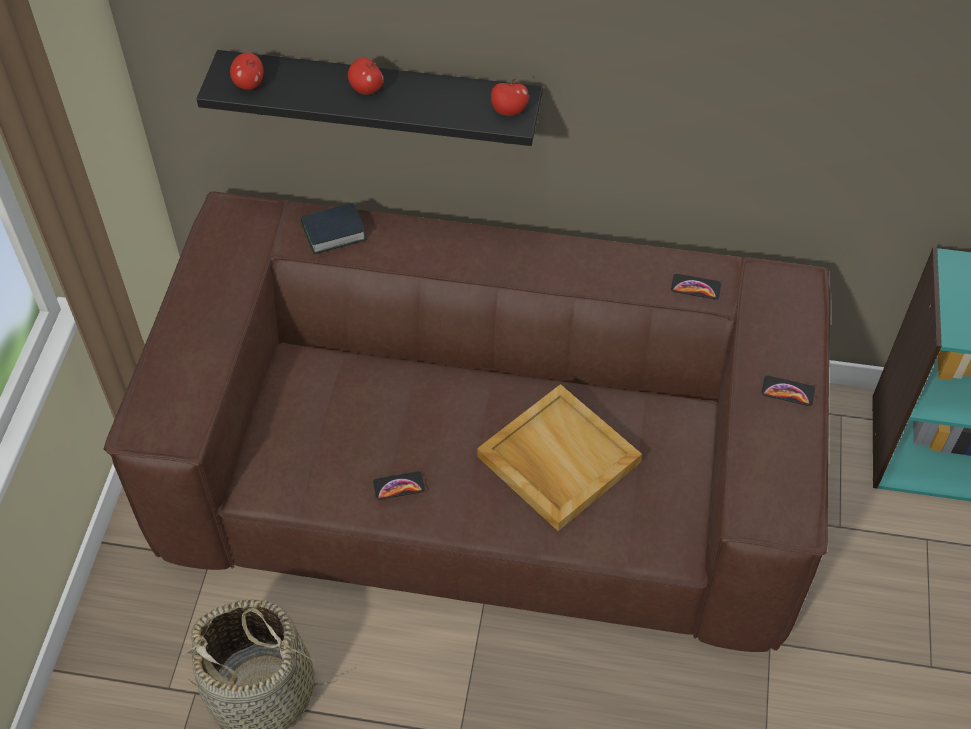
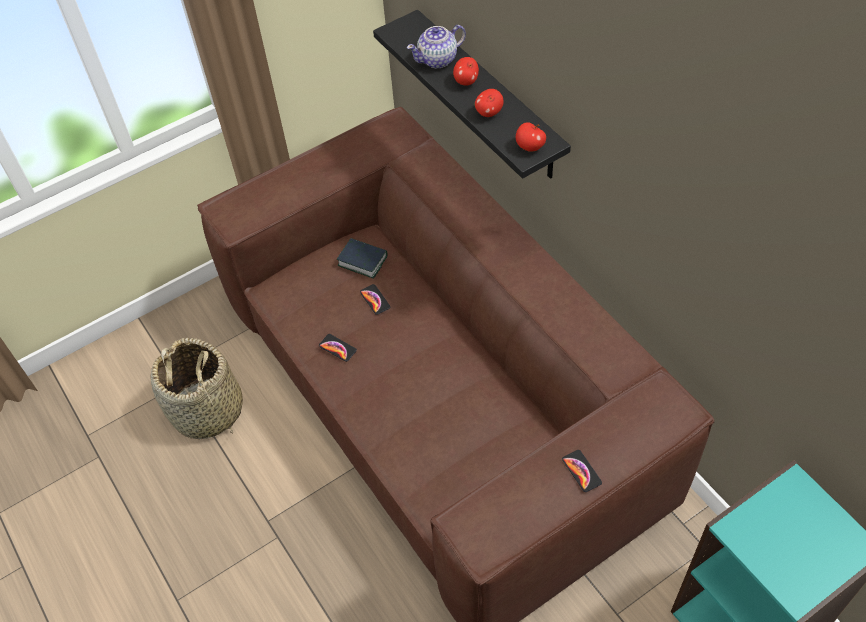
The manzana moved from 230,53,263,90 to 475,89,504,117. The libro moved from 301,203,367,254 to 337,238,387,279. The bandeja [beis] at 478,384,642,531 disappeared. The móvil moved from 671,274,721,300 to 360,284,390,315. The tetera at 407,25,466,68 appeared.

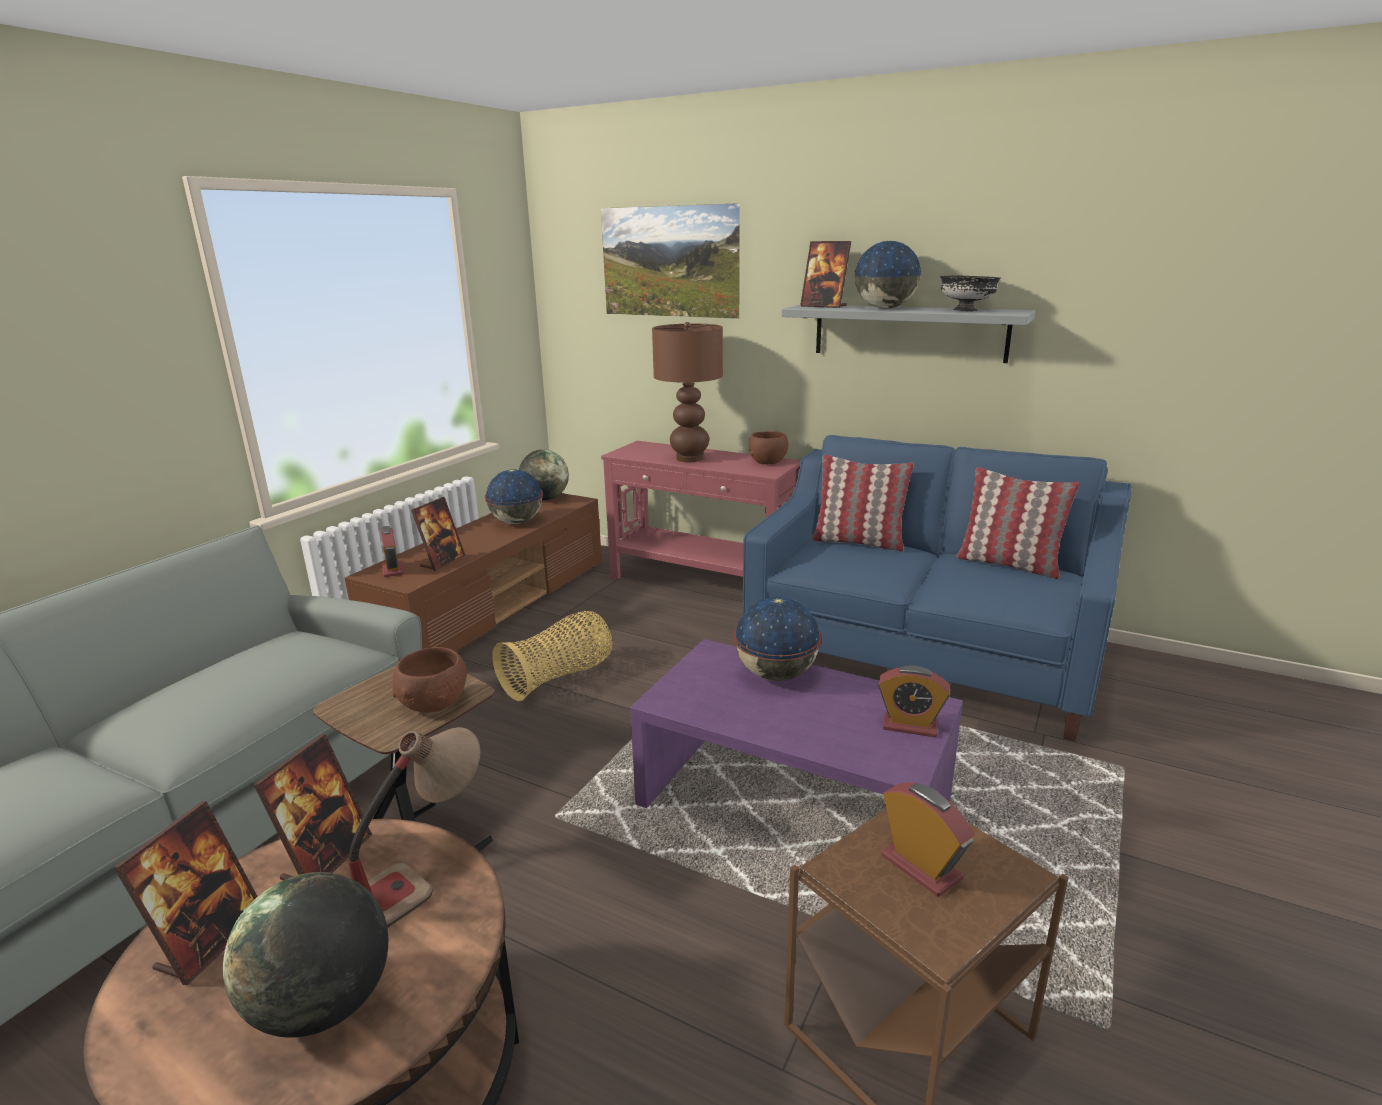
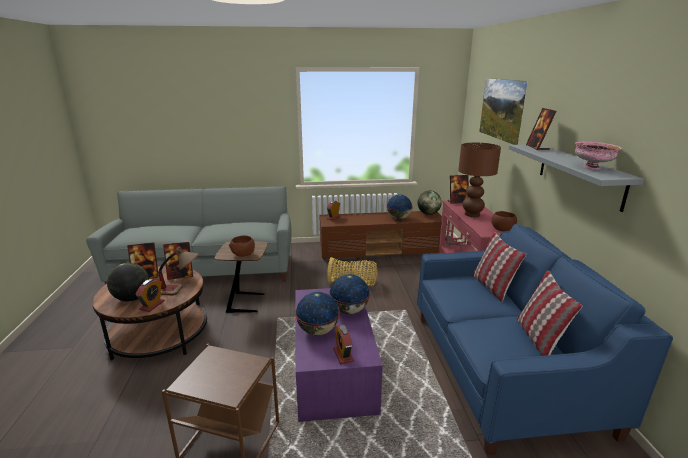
The portarretratos moved from 411,497,465,571 to 448,175,469,204. The globo terráqueo moved from 854,241,922,309 to 295,292,340,335. The despertador moved from 881,783,975,897 to 136,279,165,312. The cuenco [negro] at 940,276,1001,311 became the cuenco [rosa] at 575,142,622,170.

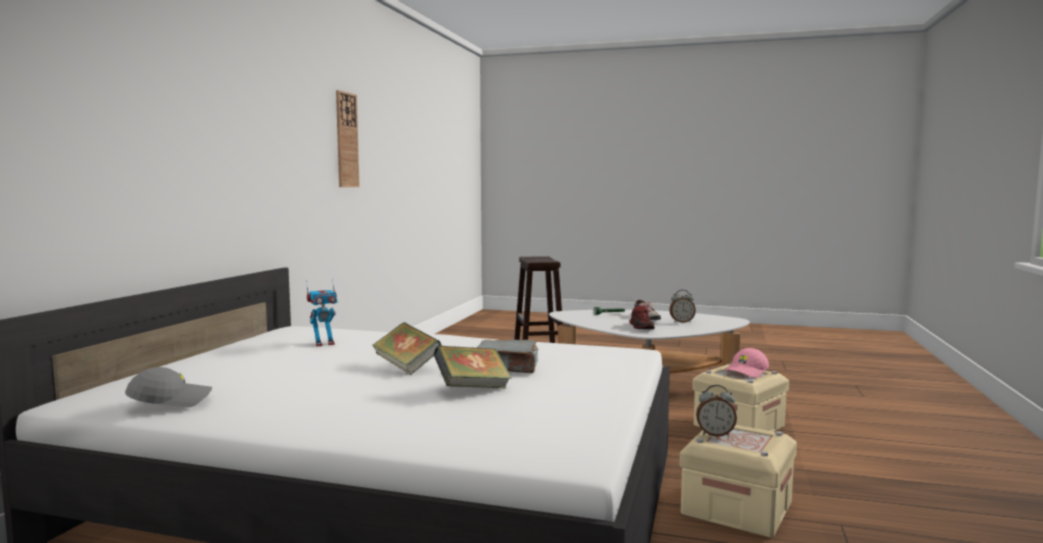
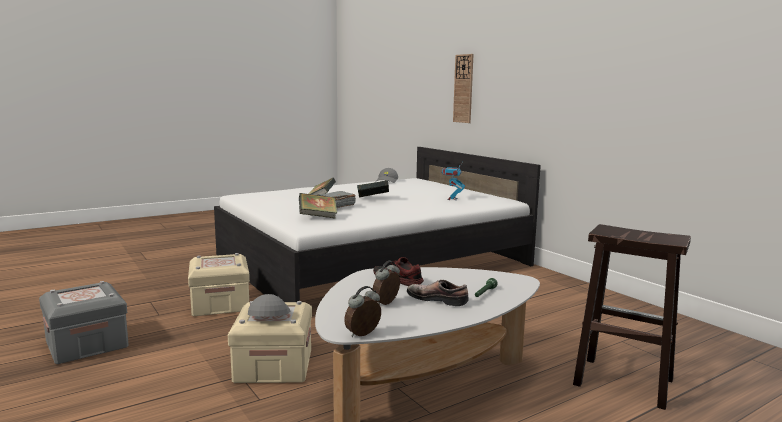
The reloj de pared moved from 336,90,360,187 to 453,54,473,123. The despertador moved from 696,385,737,437 to 344,286,381,337. The gorra [rosa] at 723,348,769,378 became the gorra [gris] at 248,294,290,317. The caja de almacenaje [gris] at 39,281,129,364 appeared. The libro at 299,193,337,219 appeared.

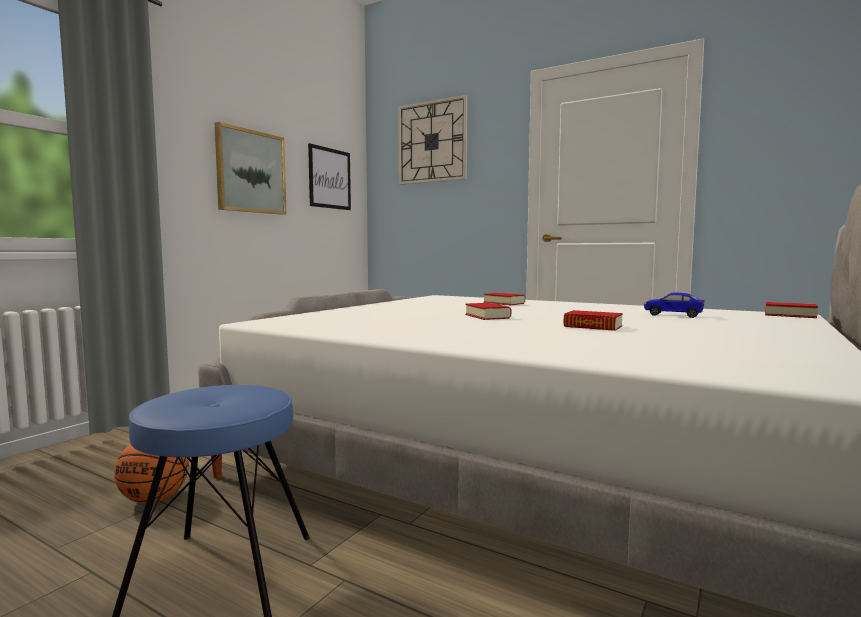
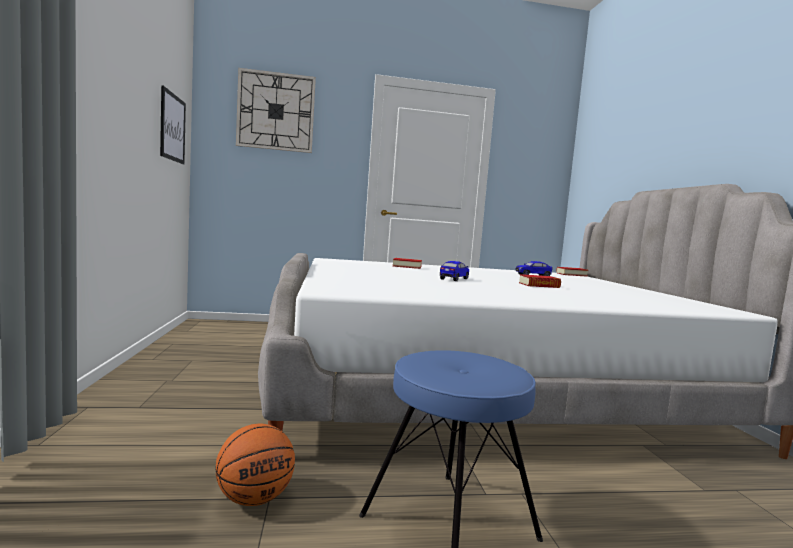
The cuadro at 215,122,287,215 disappeared. The libro at 465,303,511,320 was replaced by the coche de juguete at 440,261,469,281.

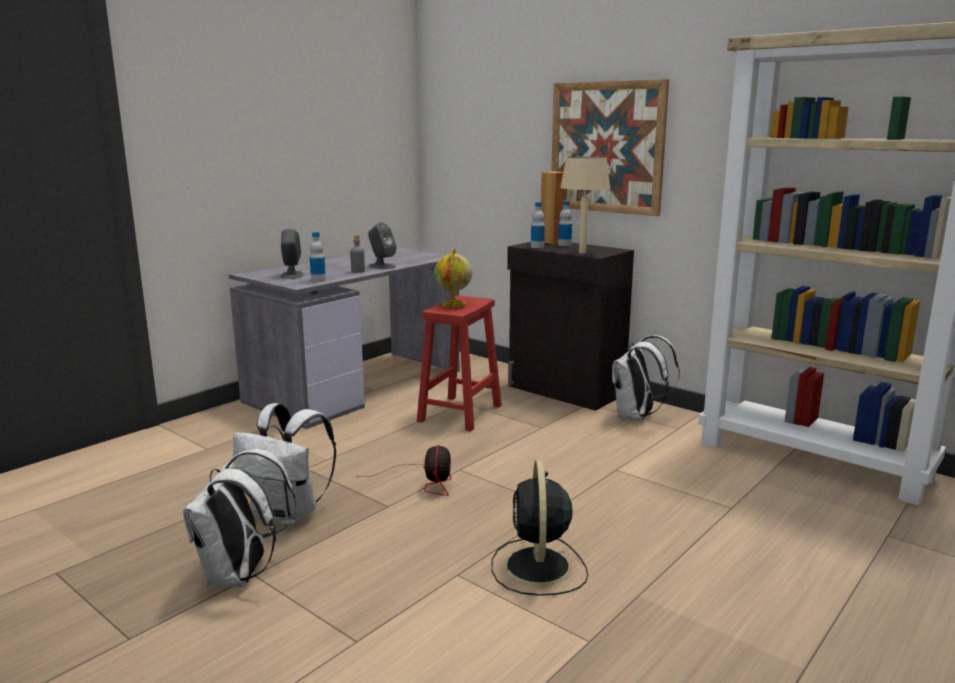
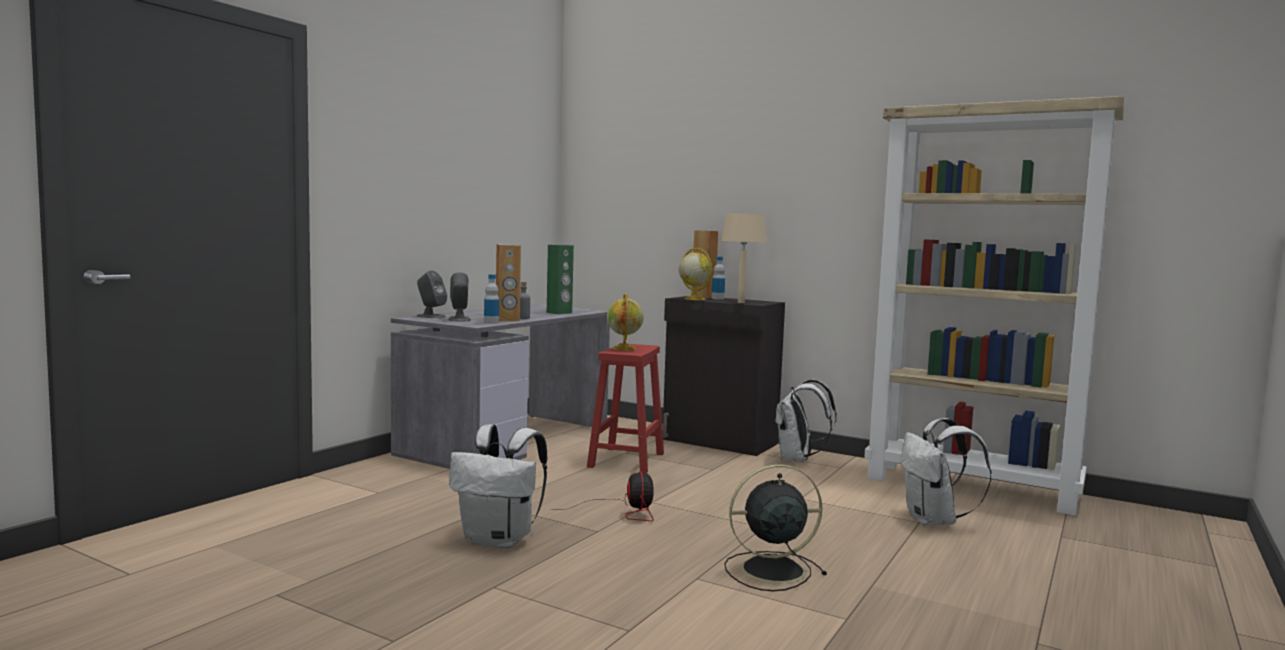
The mochila [blanco] moved from 183,449,296,587 to 900,418,992,526. The altavoz [gris] moved from 368,222,396,269 to 417,270,447,318. The ventilador [negro] at 492,460,588,596 turned 90 degrees clockwise. The botella at 531,202,545,248 was replaced by the globo terráqueo at 679,248,712,300. The cuadro at 551,79,669,216 disappeared. The altavoz [marrón] at 496,244,521,322 appeared. The altavoz [verde] at 547,245,574,314 appeared.

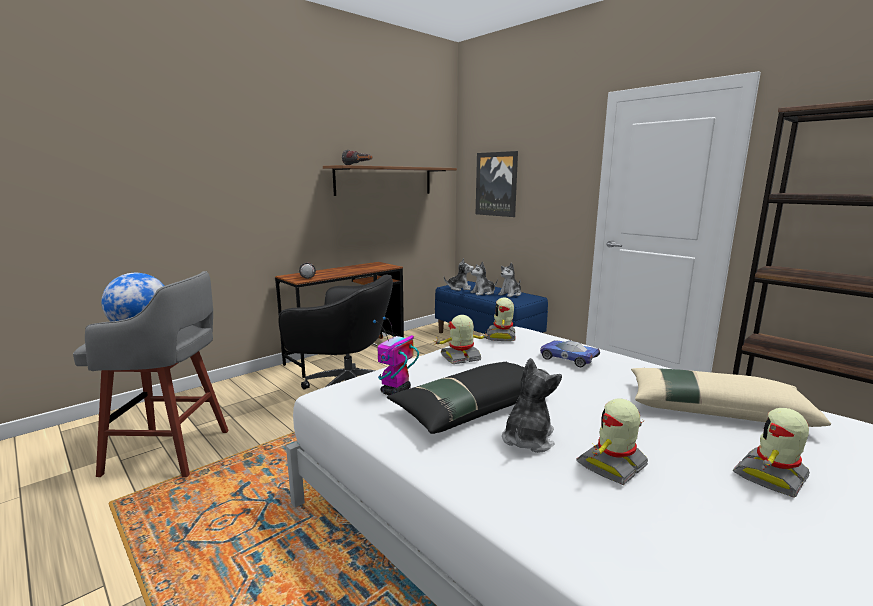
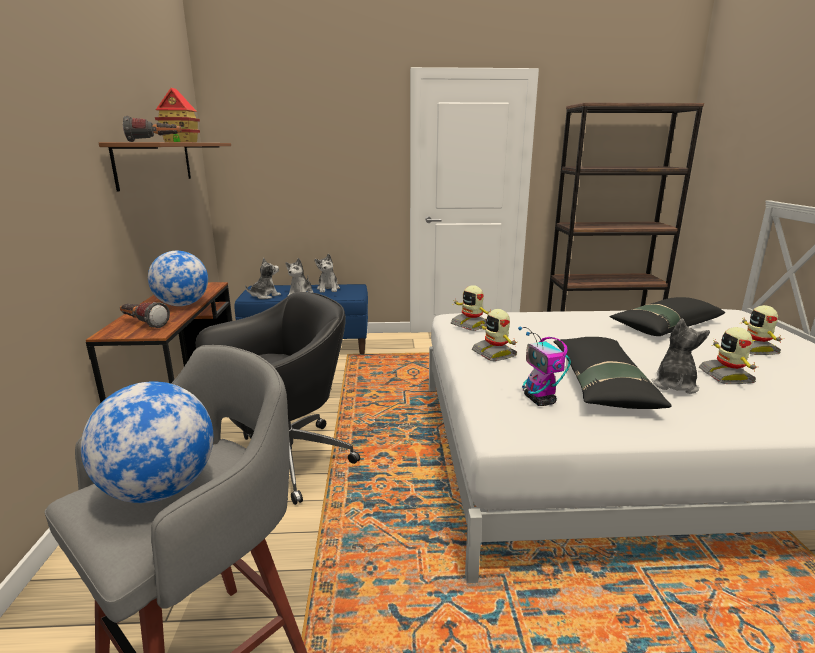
The robot de juguete at 434,315,489,364 turned 45 degrees counterclockwise. The cuadro at 476,151,518,217 disappeared. The peluche at 502,358,562,453 turned 45 degrees clockwise. The coche de juguete at 540,340,600,367 disappeared. The cojín [beis] at 631,368,831,427 became the cojín [negro] at 610,297,725,336. The globo terráqueo at 148,251,208,306 appeared. The casita at 155,88,200,142 appeared.

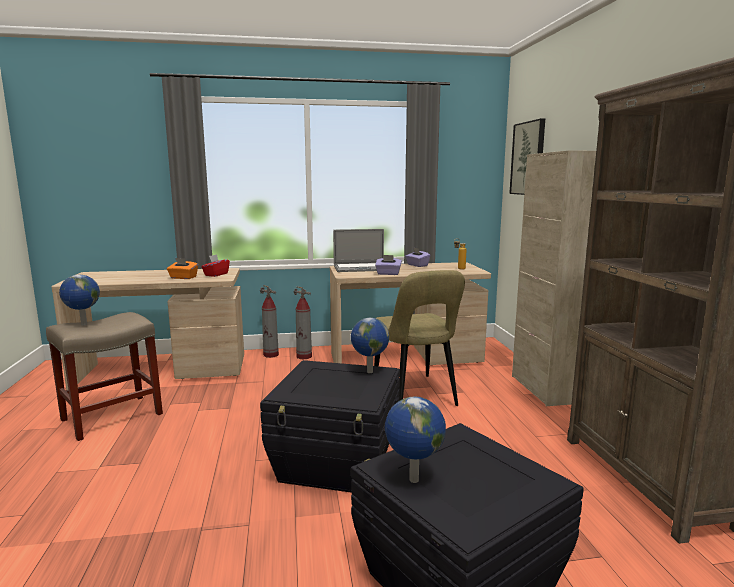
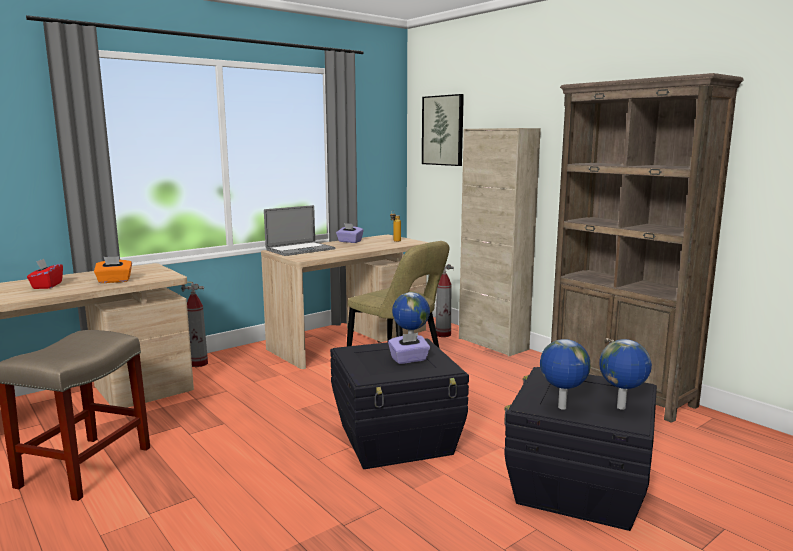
The globo terráqueo moved from 59,275,100,326 to 599,339,652,410. The caja de pañuelos [rojo] moved from 201,254,230,277 to 27,258,63,289. The extintor moved from 294,286,312,359 to 436,264,454,337. The caja de pañuelos [morado] moved from 375,255,402,275 to 388,333,430,364.

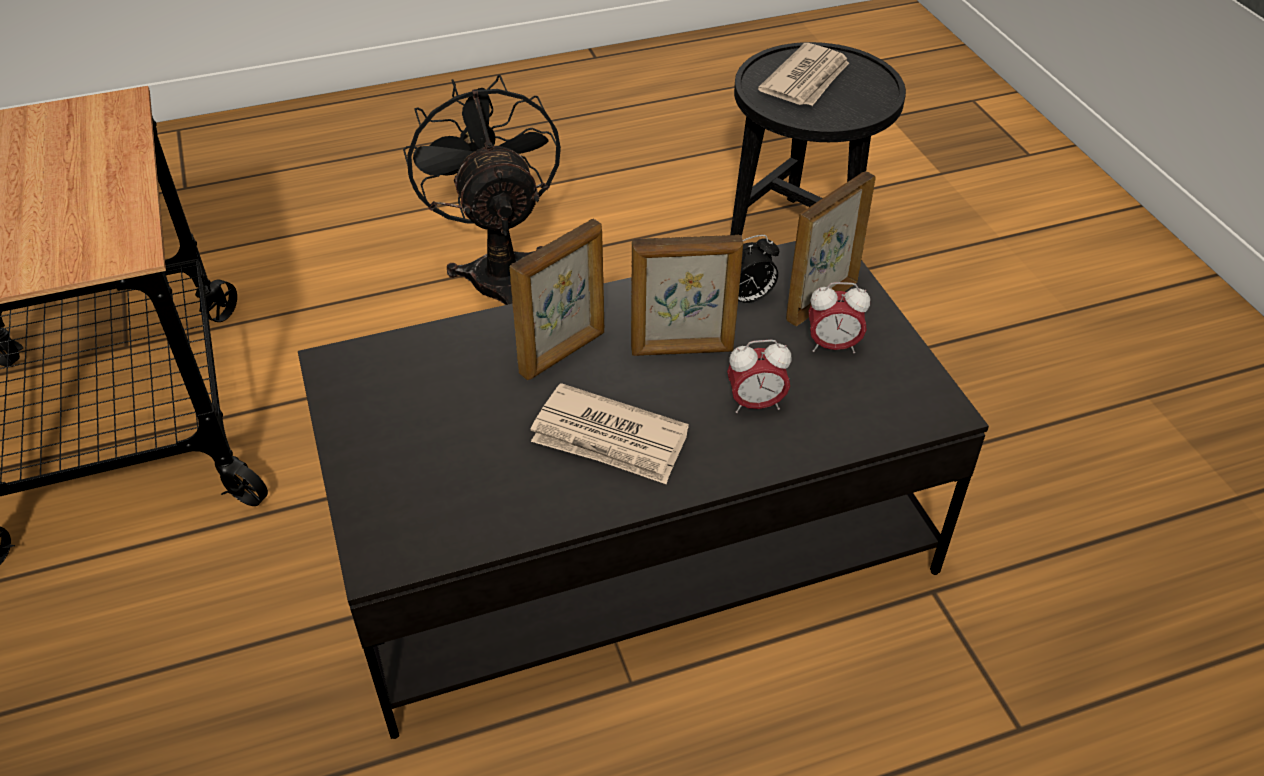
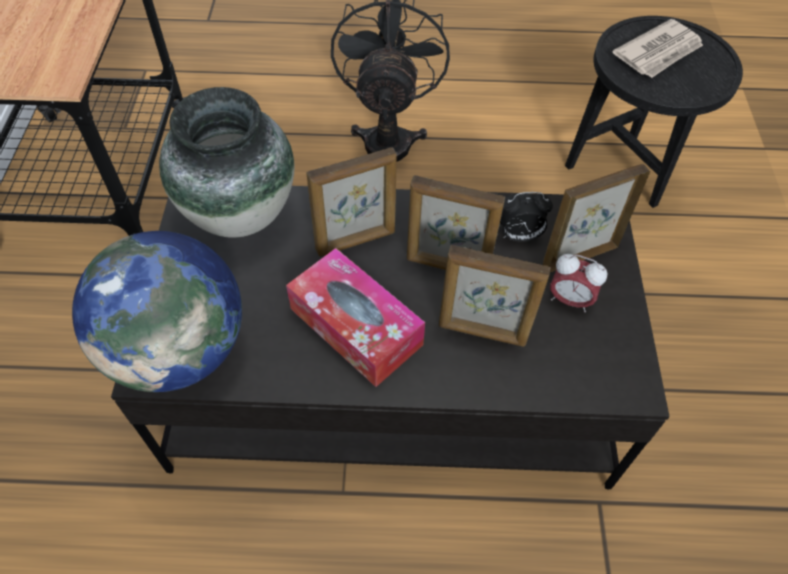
The periódico at 531,383,689,484 was replaced by the caja de pañuelos at 286,248,425,387. The despertador at 727,340,792,413 was replaced by the portarretratos at 439,245,551,347. The globo terráqueo at 72,231,242,392 appeared. The florero at 159,87,294,238 appeared.

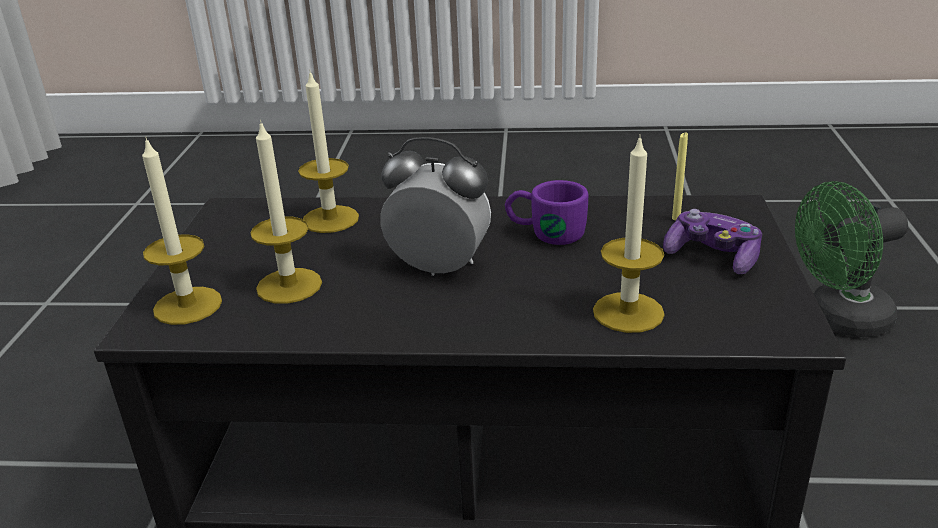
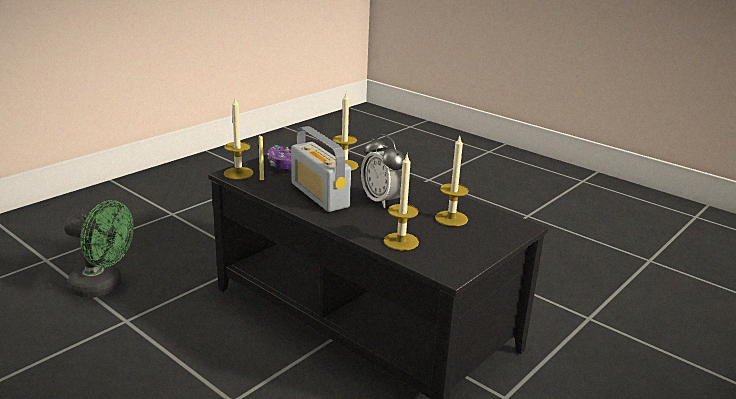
The vela moved from 142,137,222,325 to 224,98,253,179. The taza grande [morado] at 505,180,588,245 was replaced by the radio at 291,126,351,212.

